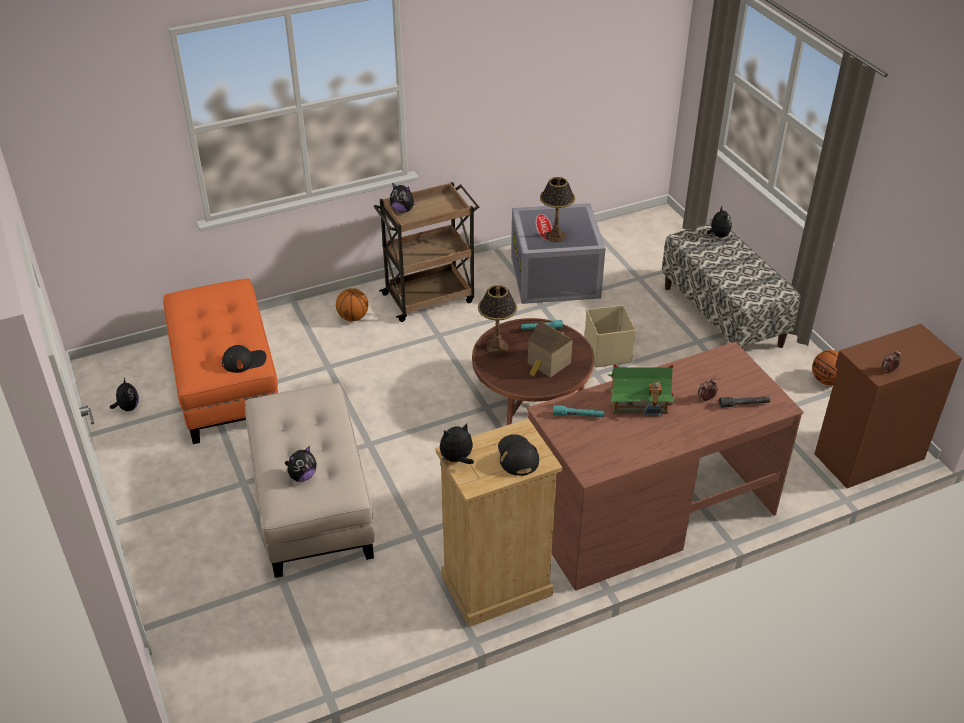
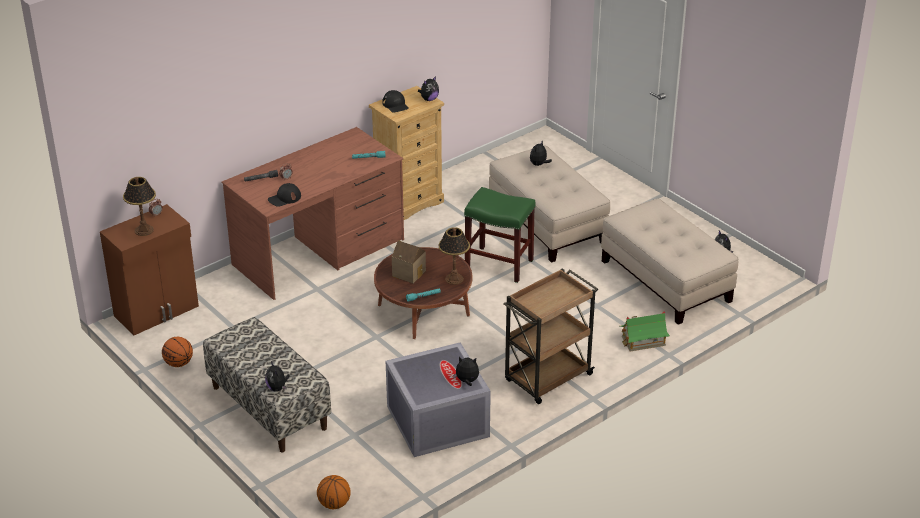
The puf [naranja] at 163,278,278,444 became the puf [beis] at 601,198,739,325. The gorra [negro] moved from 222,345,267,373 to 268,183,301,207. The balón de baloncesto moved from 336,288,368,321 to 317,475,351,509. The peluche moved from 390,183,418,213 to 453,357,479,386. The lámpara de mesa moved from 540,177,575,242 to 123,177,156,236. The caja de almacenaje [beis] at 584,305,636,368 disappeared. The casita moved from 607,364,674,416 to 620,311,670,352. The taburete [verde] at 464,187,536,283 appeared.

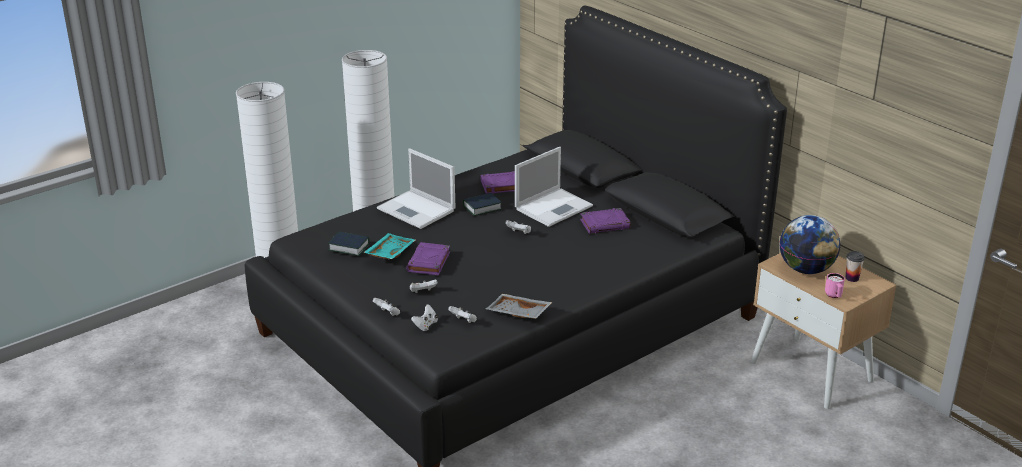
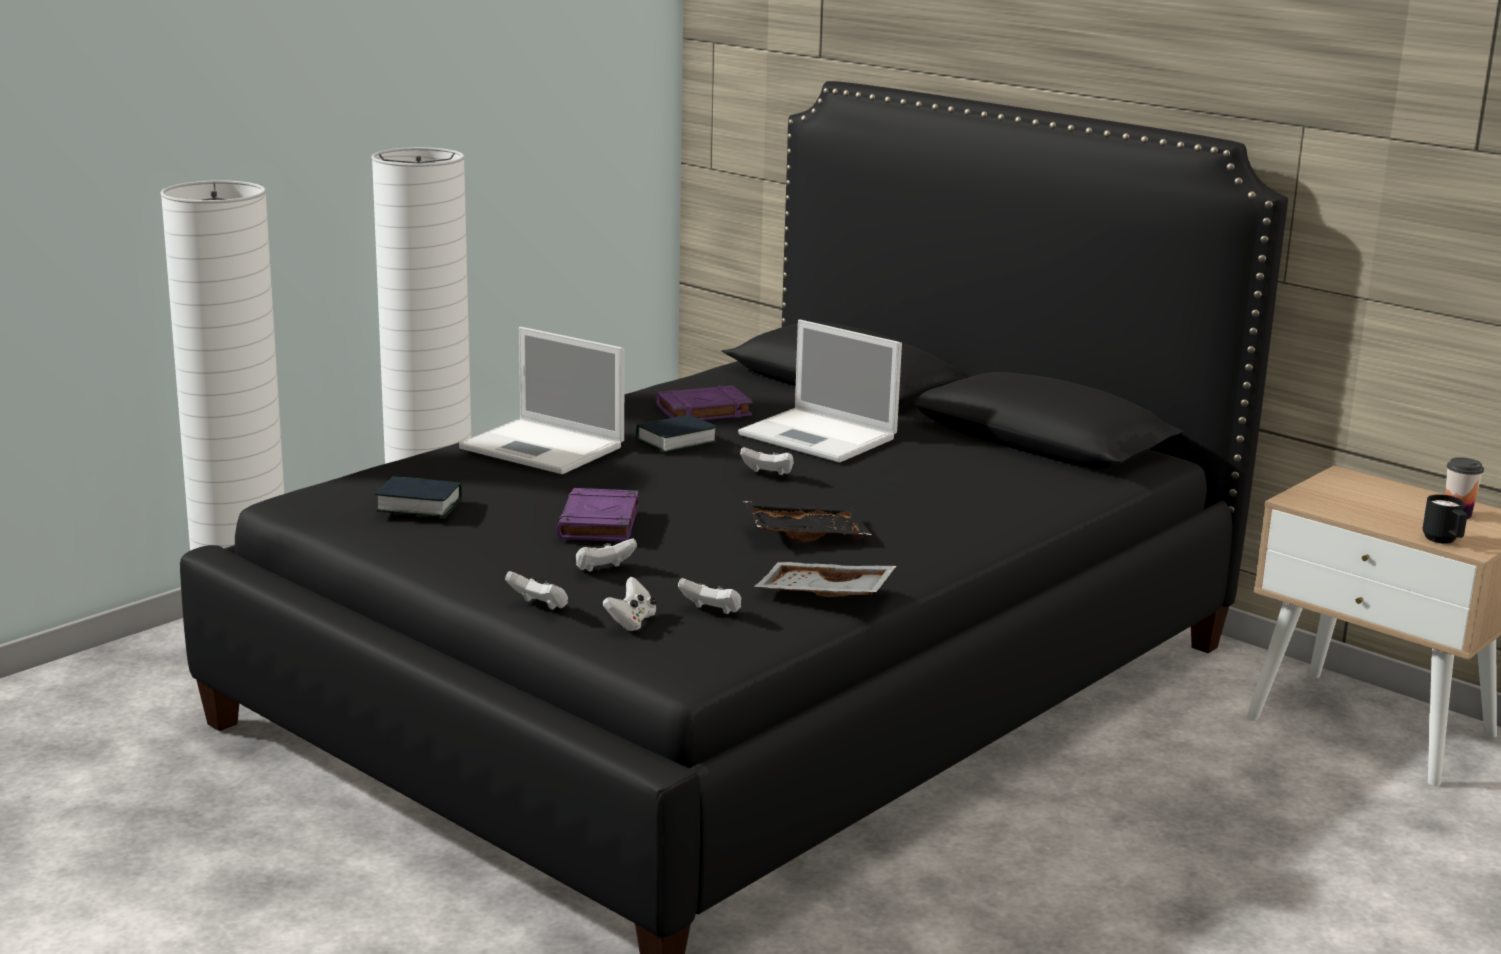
The bandeja [turquesa] at 363,233,416,259 disappeared. The portátil at 515,147,593,227 turned 90 degrees clockwise. The libro [morado] at 580,208,631,234 disappeared. The globo terráqueo at 779,215,841,274 disappeared. The taza grande [rosa] at 825,273,845,298 became the taza grande [negro] at 1422,494,1467,544. The bandeja [negro] at 743,501,872,542 appeared.

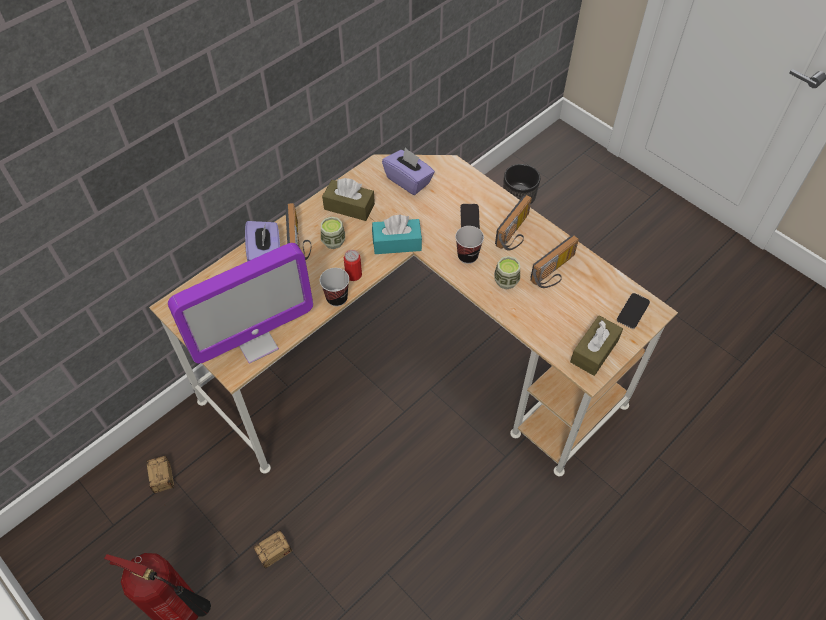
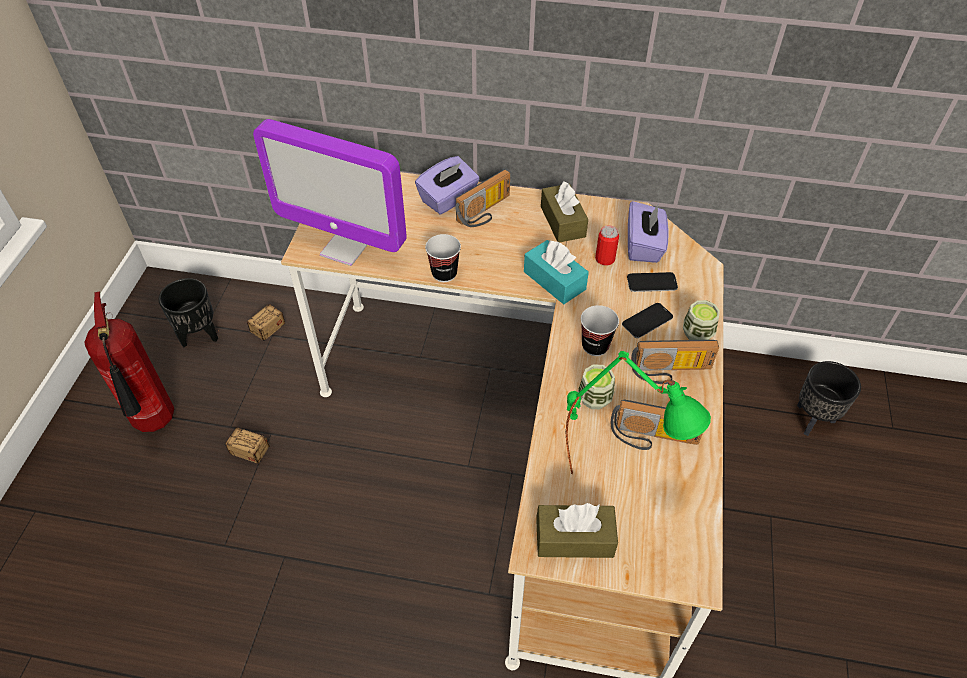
The taza moved from 321,217,345,249 to 683,300,720,340. The lata moved from 344,250,362,281 to 595,225,619,265. The móvil moved from 617,293,650,329 to 627,272,678,292. The maceta [negro] at 159,278,218,347 appeared. The lámpara de mesa [verde] at 566,351,711,475 appeared.

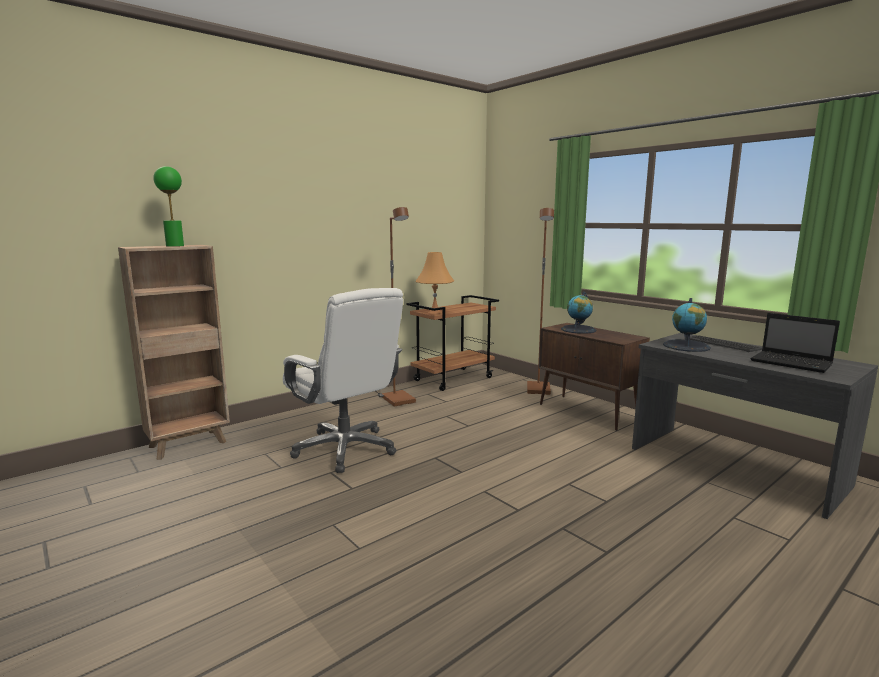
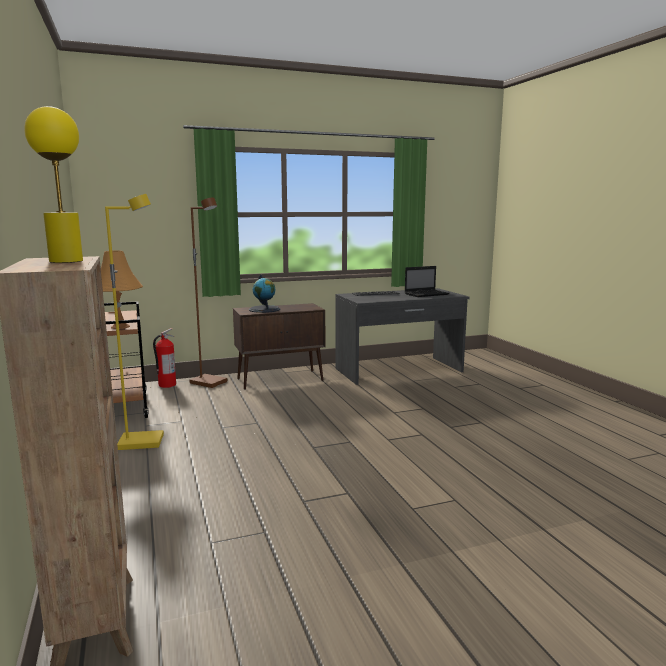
The lámpara de mesa [verde] at 154,166,184,247 became the lámpara de mesa [amarillo] at 24,106,83,263. The silla de oficina [blanco] at 283,288,403,473 disappeared. The lámpara de pie [marrón] at 382,207,416,407 became the lámpara de pie [amarillo] at 105,194,164,450. The globo terráqueo at 663,298,711,352 disappeared. The extintor at 153,328,176,388 appeared.

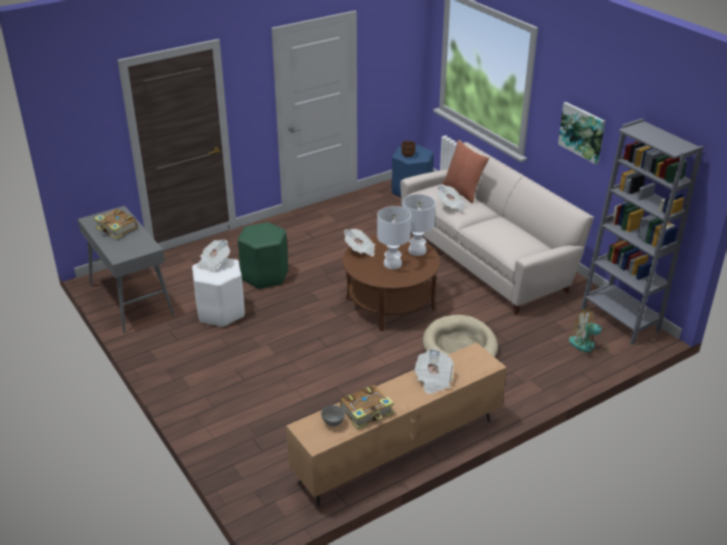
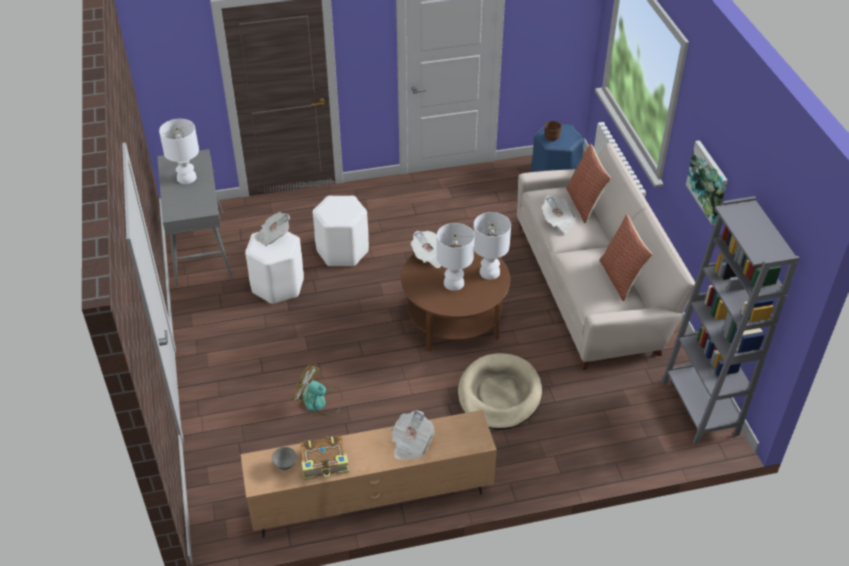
The libro at 94,209,137,239 was replaced by the lámpara de mesa [blanco] at 159,119,199,184. The taburete [verde] at 238,222,288,289 became the taburete [blanco] at 313,196,369,267. The ventilador moved from 569,308,608,353 to 293,364,343,416. The cojín at 599,214,652,301 appeared.

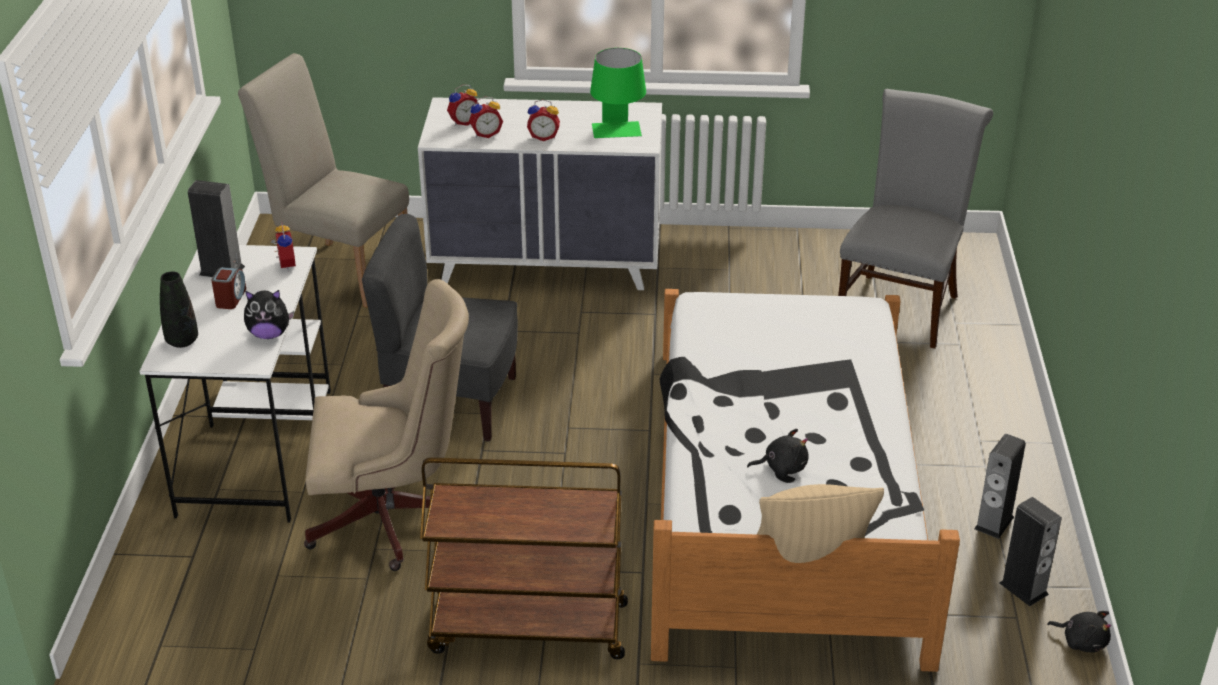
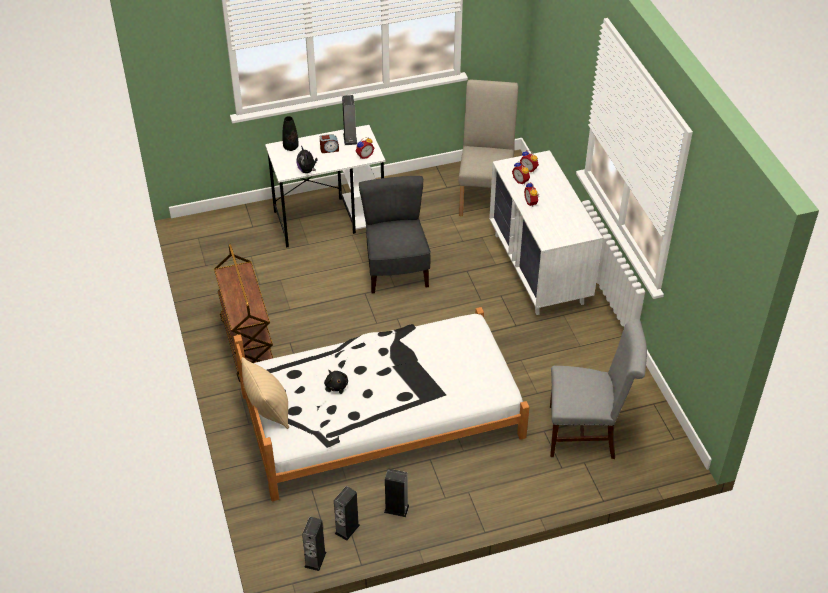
The silla de oficina [beis] at 304,279,469,571 disappeared. The lámpara de mesa [verde] at 590,48,646,138 disappeared. The peluche [negro] at 1047,611,1111,653 was replaced by the altavoz at 302,517,327,571.

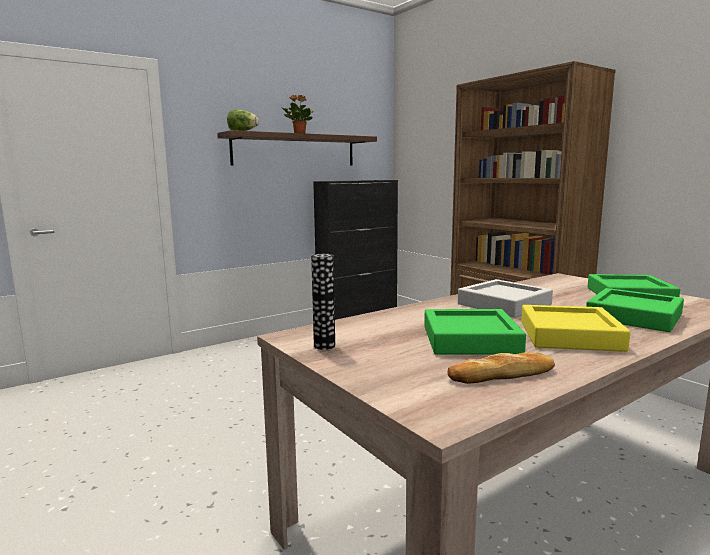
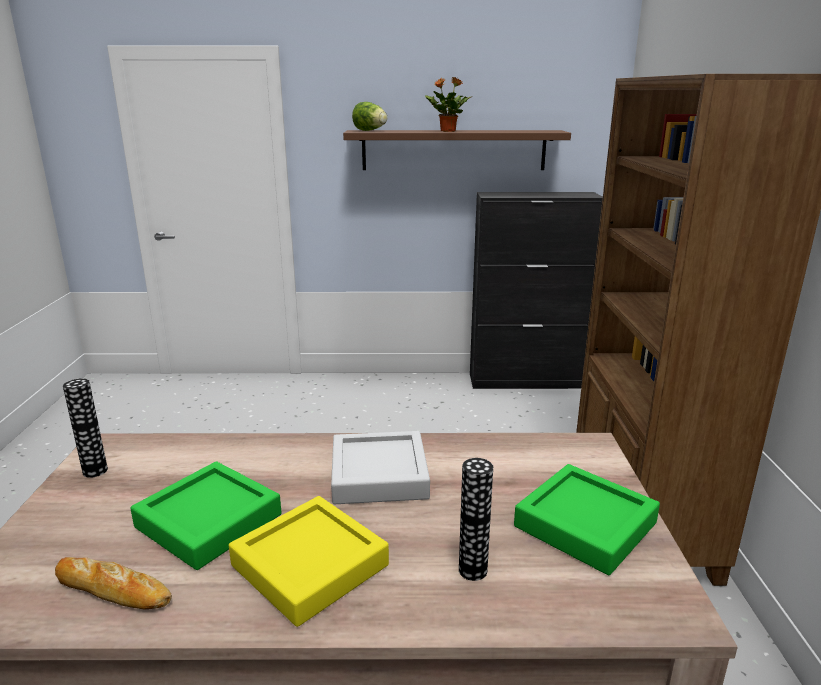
The bandeja [verde] at 586,288,684,332 was replaced by the florero at 459,458,493,581.

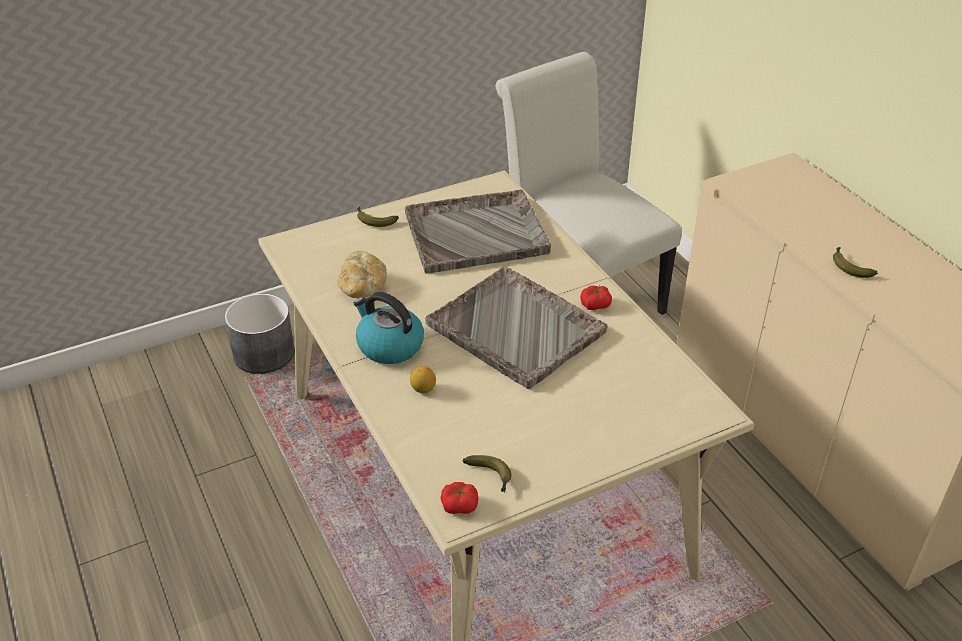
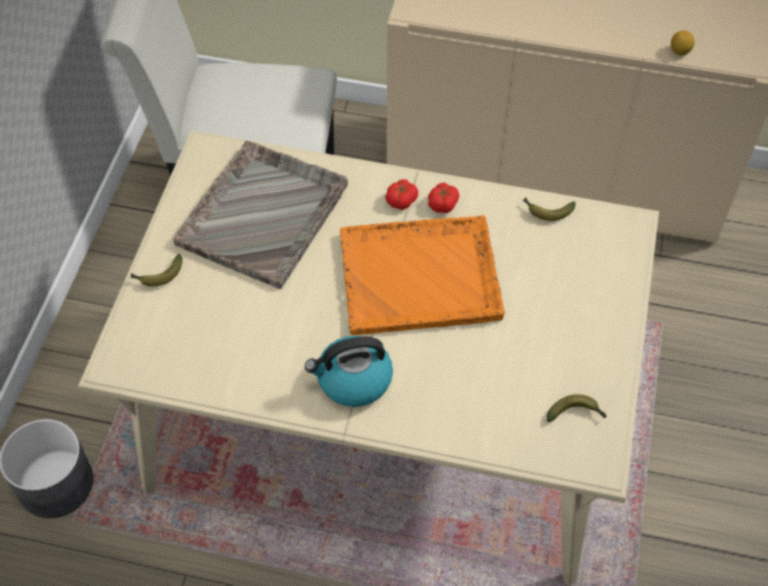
The pan at 337,251,387,298 disappeared. The limón moved from 410,366,436,393 to 671,31,695,56. The bandeja [gris] at 425,266,607,389 became the bandeja [naranja] at 340,215,505,335. The tomate moved from 440,482,478,514 to 385,179,418,210. The plátano moved from 833,247,878,278 to 523,197,576,221.

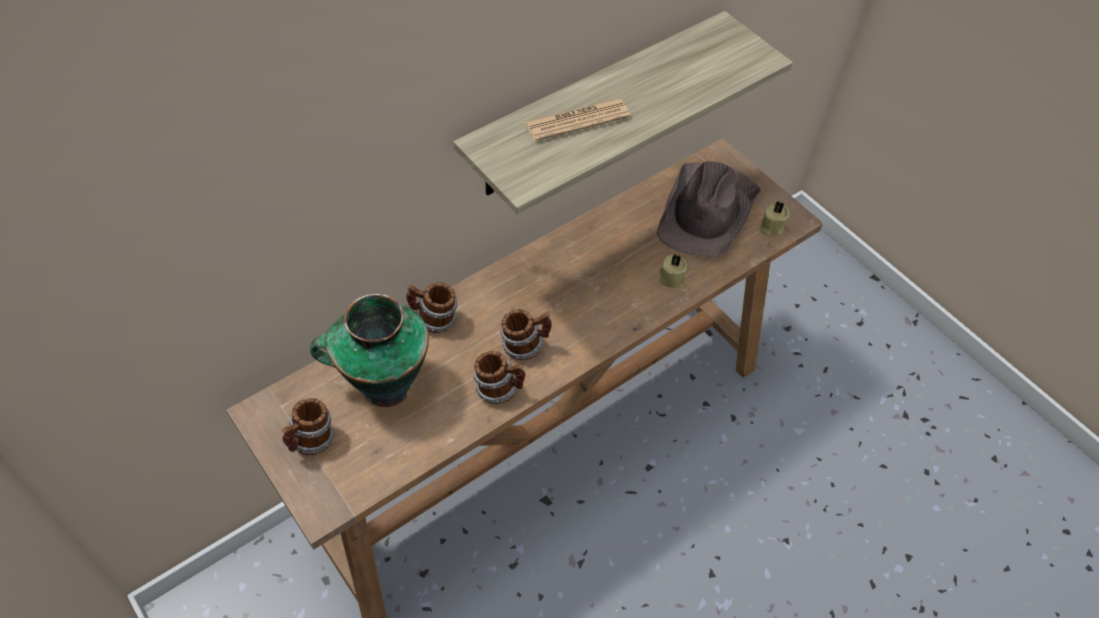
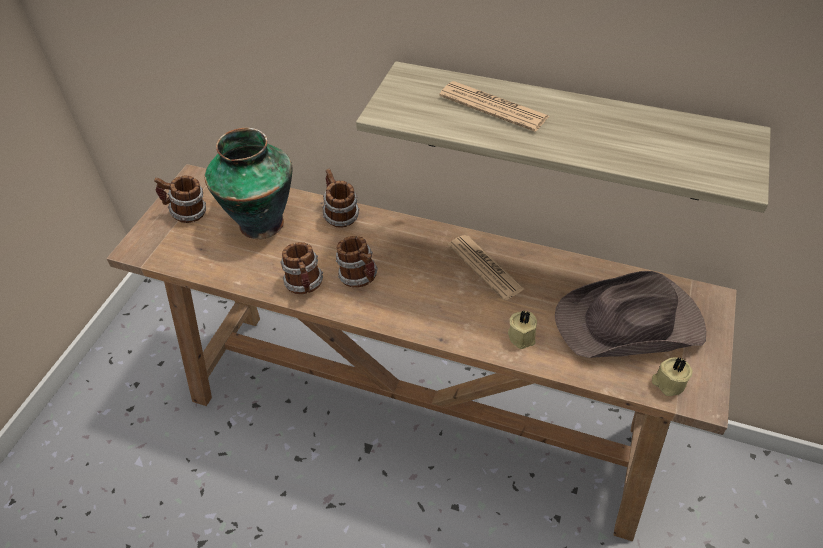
The periódico at 448,235,524,301 appeared.

